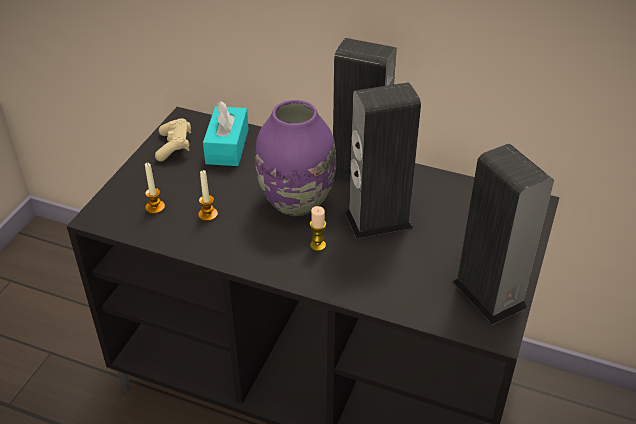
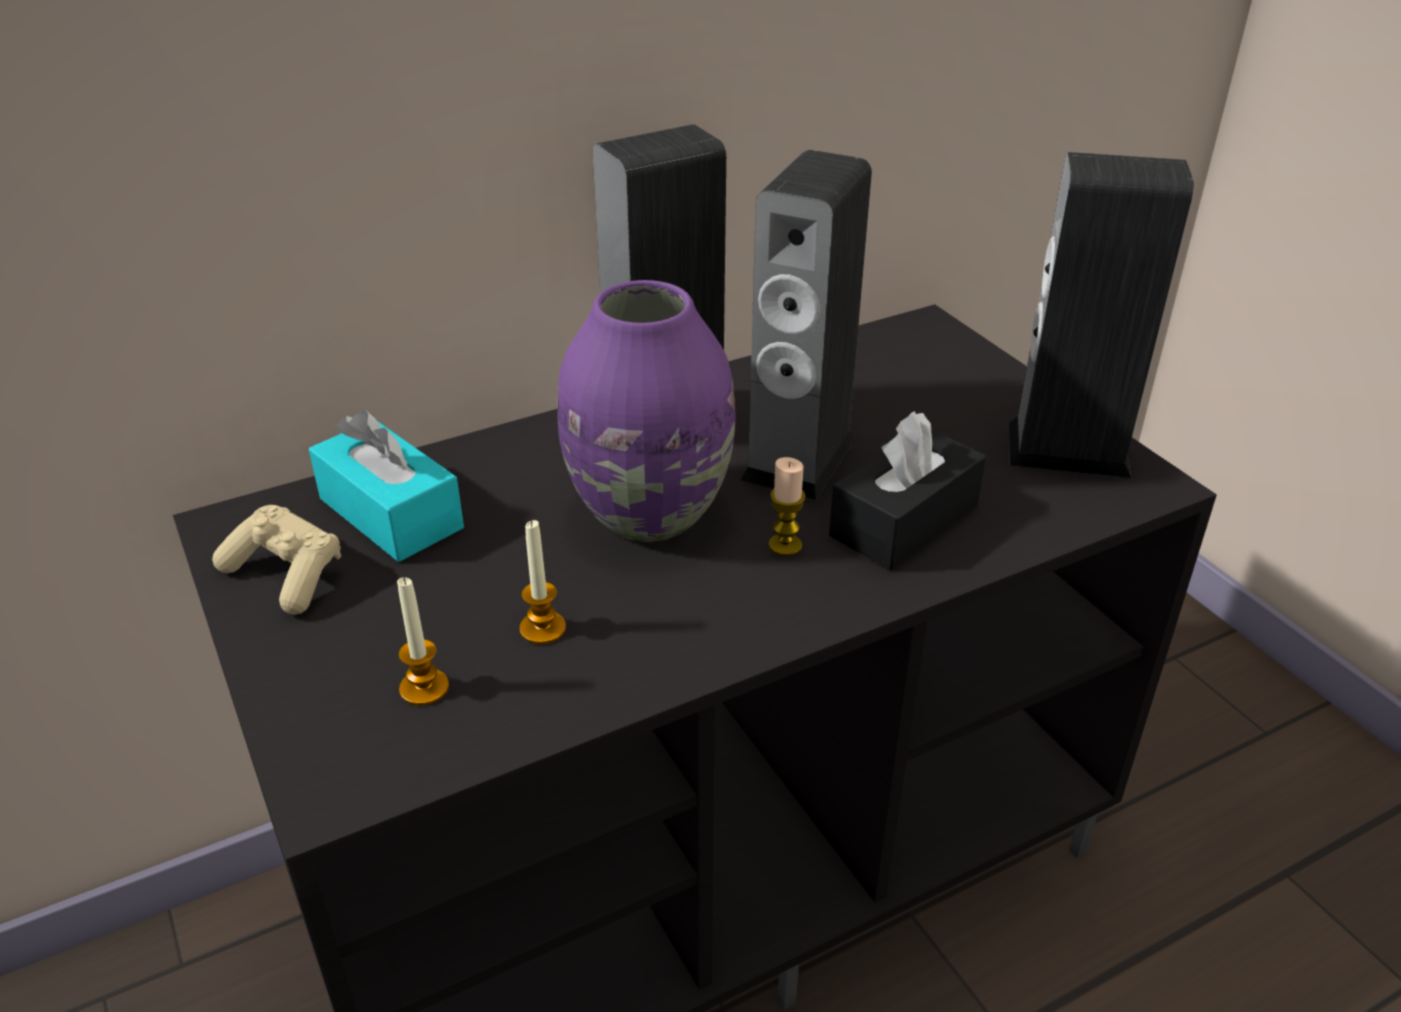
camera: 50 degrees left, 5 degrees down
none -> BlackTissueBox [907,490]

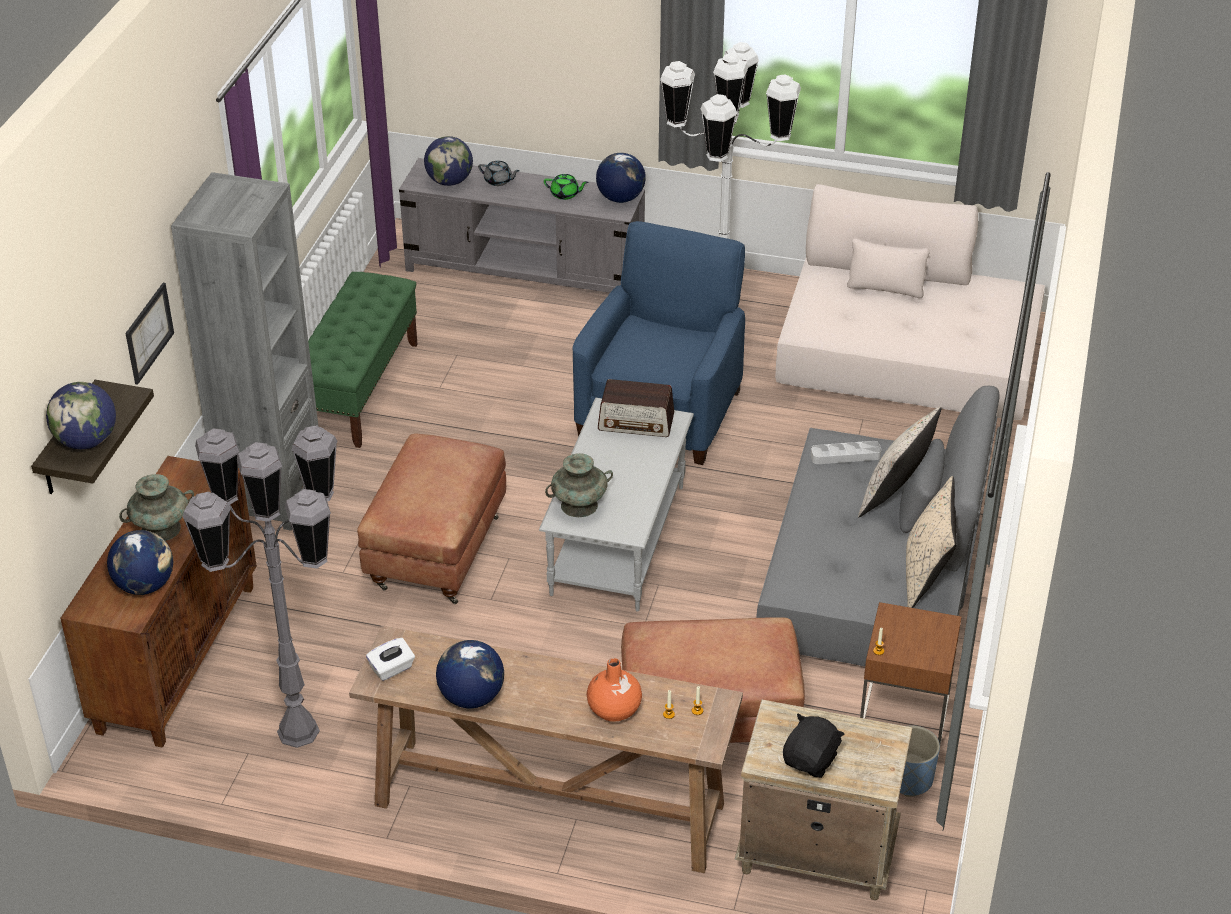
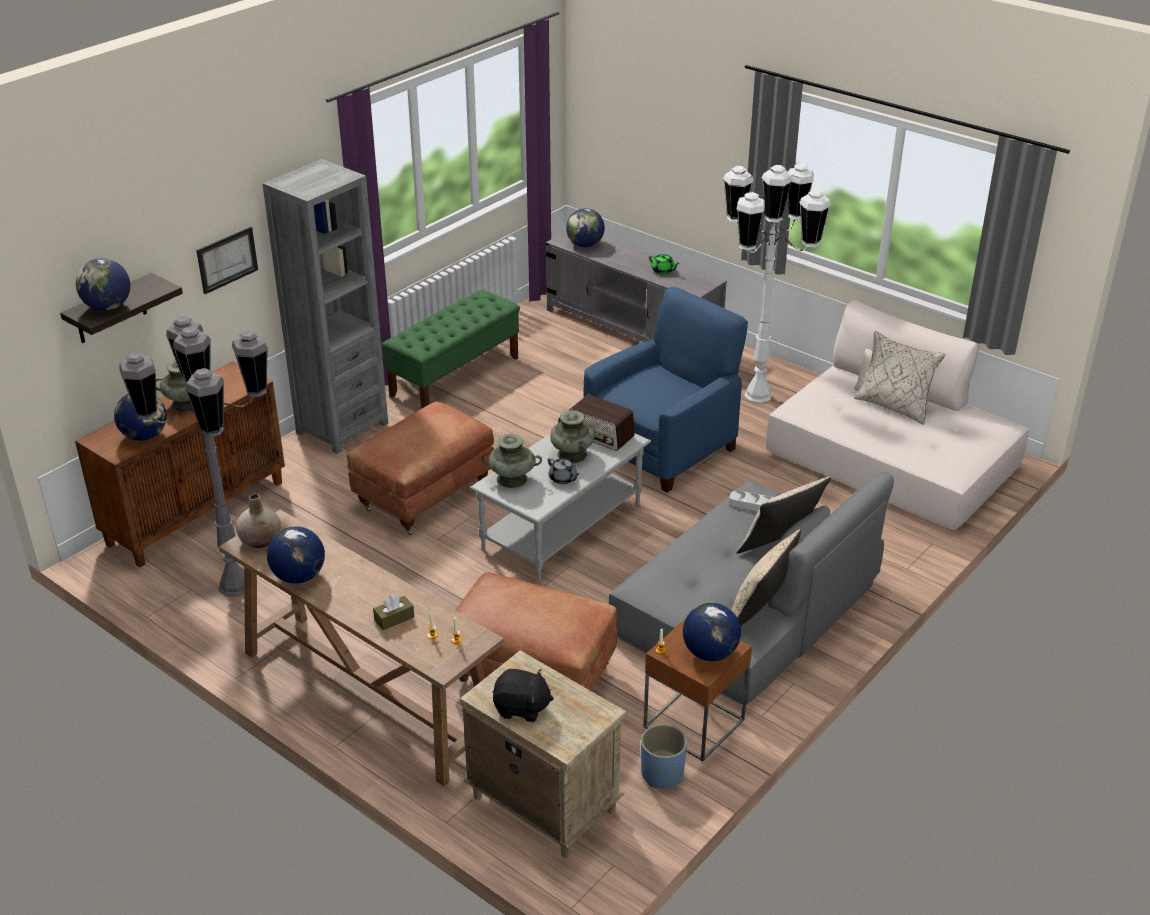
camera: 25 degrees right, 5 degrees down
Globe [621,178] -> Globe [712,632], relocated
GreyTeapot [499,173] -> GreyTeapot [564,471], relocated
WhiteTissueBox [390,659] -> BeigeVase [258,521]
OrangeVase [614,690] -> BrownTissueBox [393,612]
BlackPlushToy [813,746] -> BlackPlushToy [523,695], 45 degrees clockwise
none -> BeigePillow [899,378]
none -> TurquoiseVase [572,437]

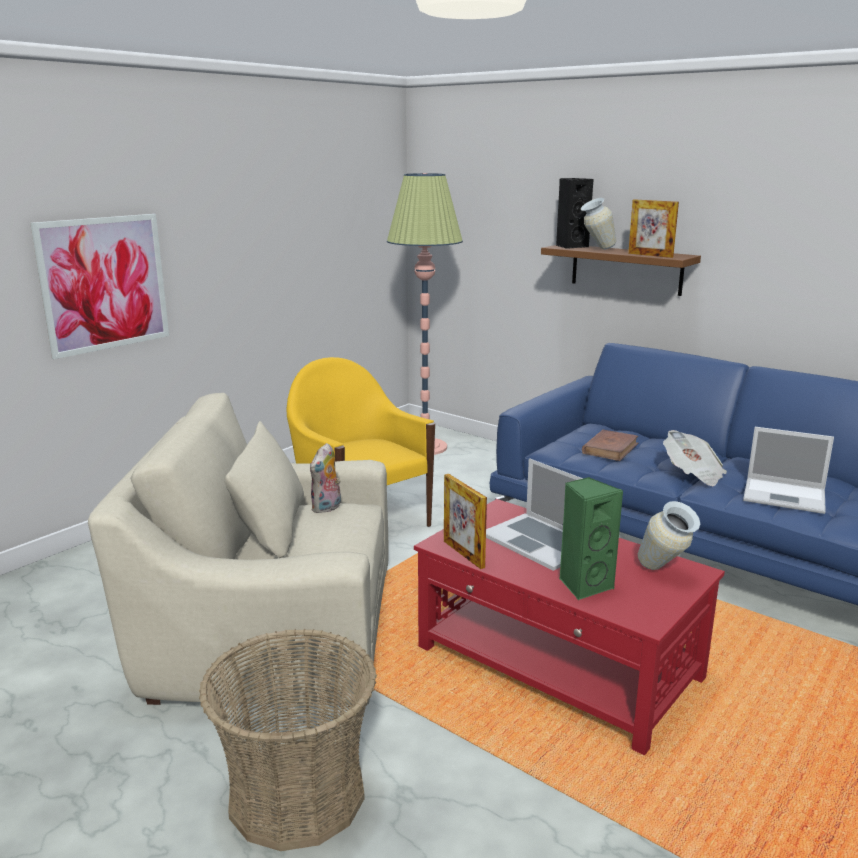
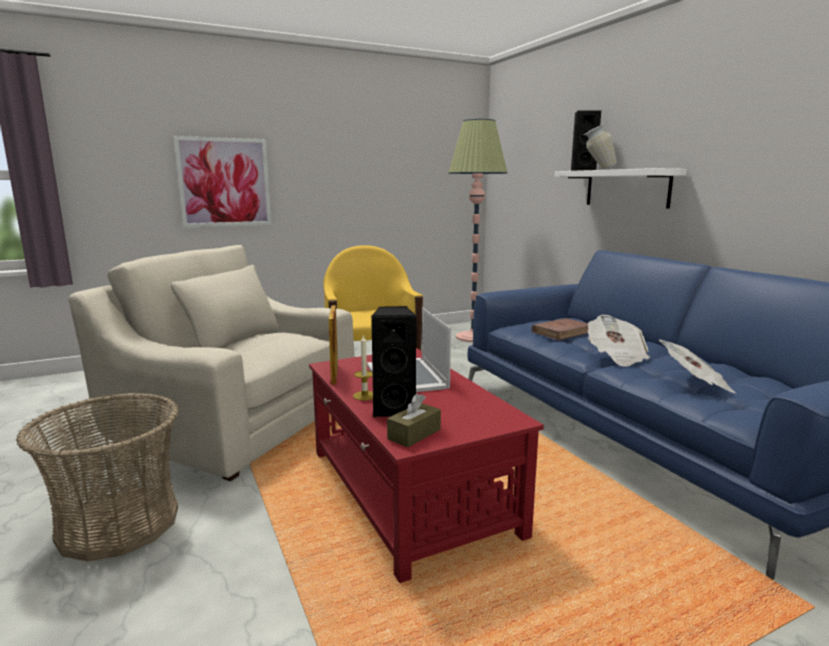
camera: 25 degrees right, 5 degrees down
PictureFrame [653,228] -> none
BrownShelf [621,270] -> WhiteShelf [620,188]
Laptop [788,470] -> Newspaper [697,366]
PlushToy [325,478] -> none
GreenSpeaker [591,538] -> BlackSpeaker [393,361]
Vase [669,535] -> none
none -> Candle [363,368]
none -> BrownTissueBox [414,420]

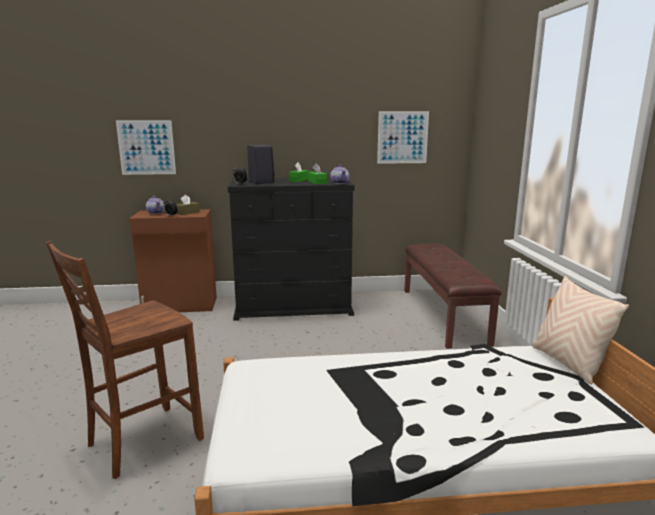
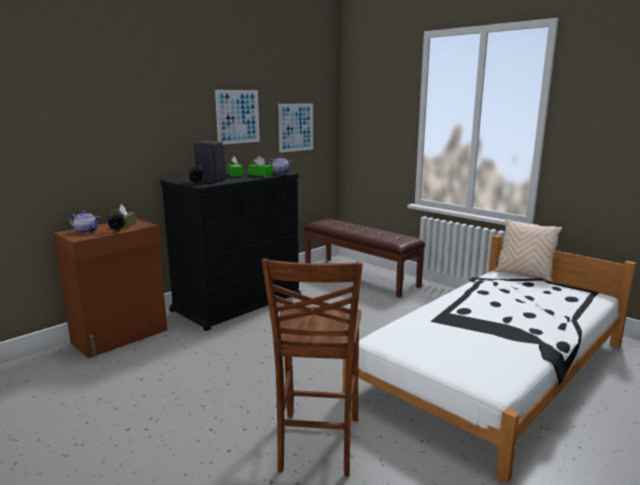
camera: 40 degrees left, 0 degrees up
Picture [146,147] -> Picture [237,117], relocated

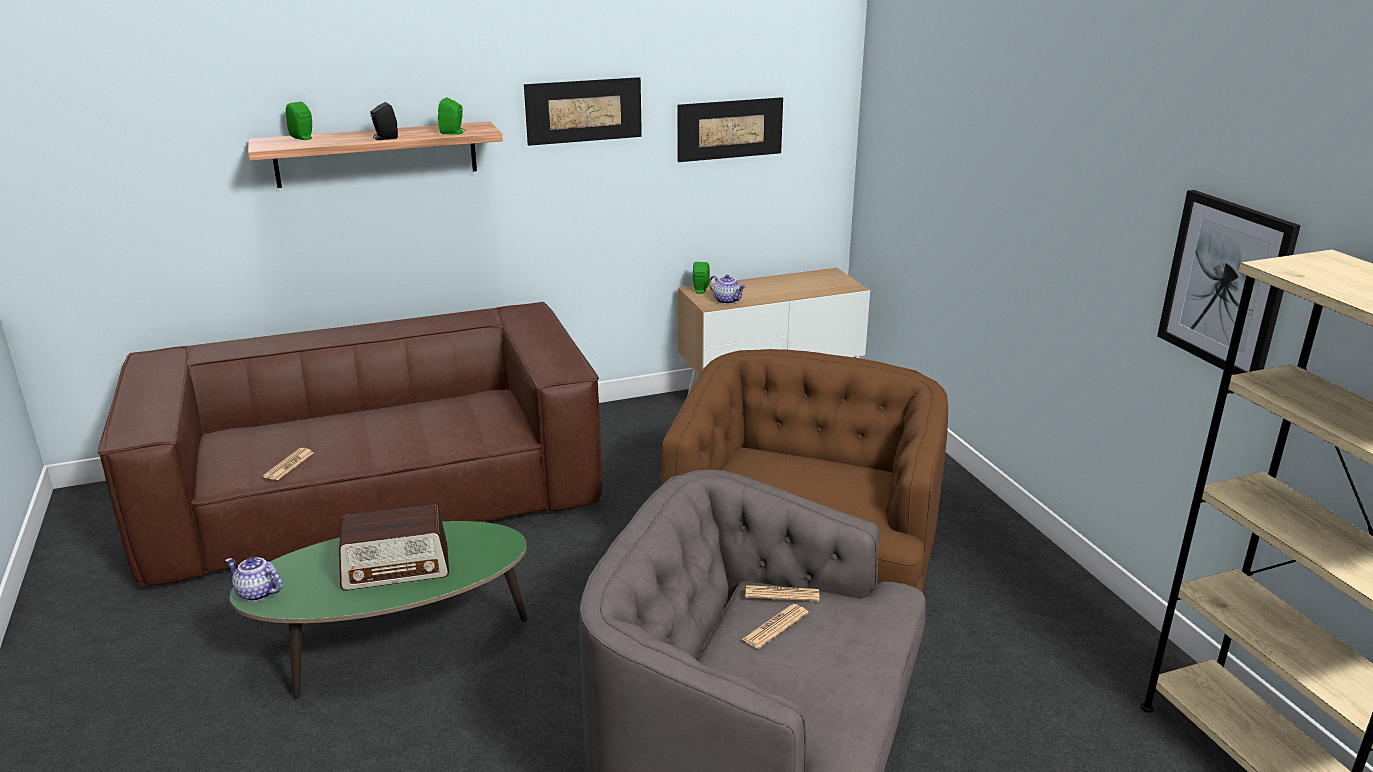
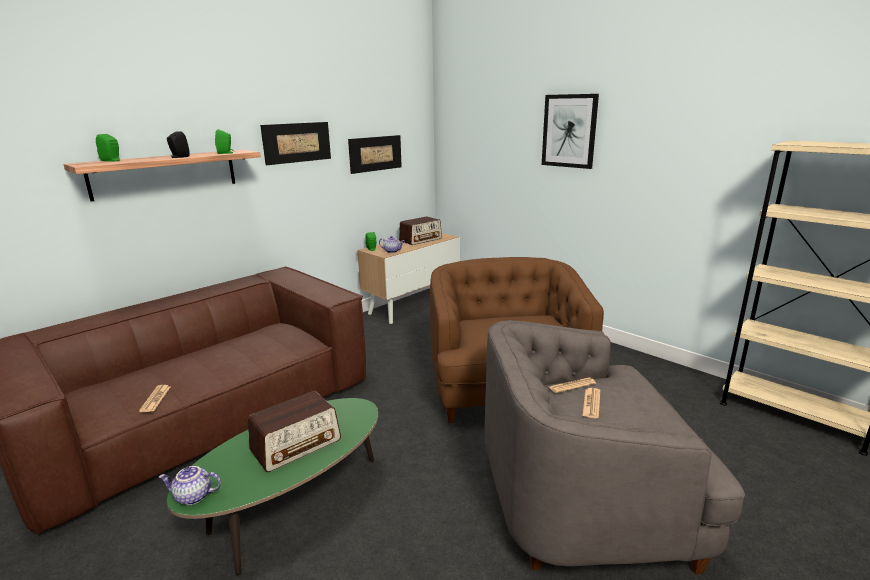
camera: 25 degrees left, 5 degrees down
Picture [1229,282] -> Picture [570,131], relocated
none -> Radio [420,230]

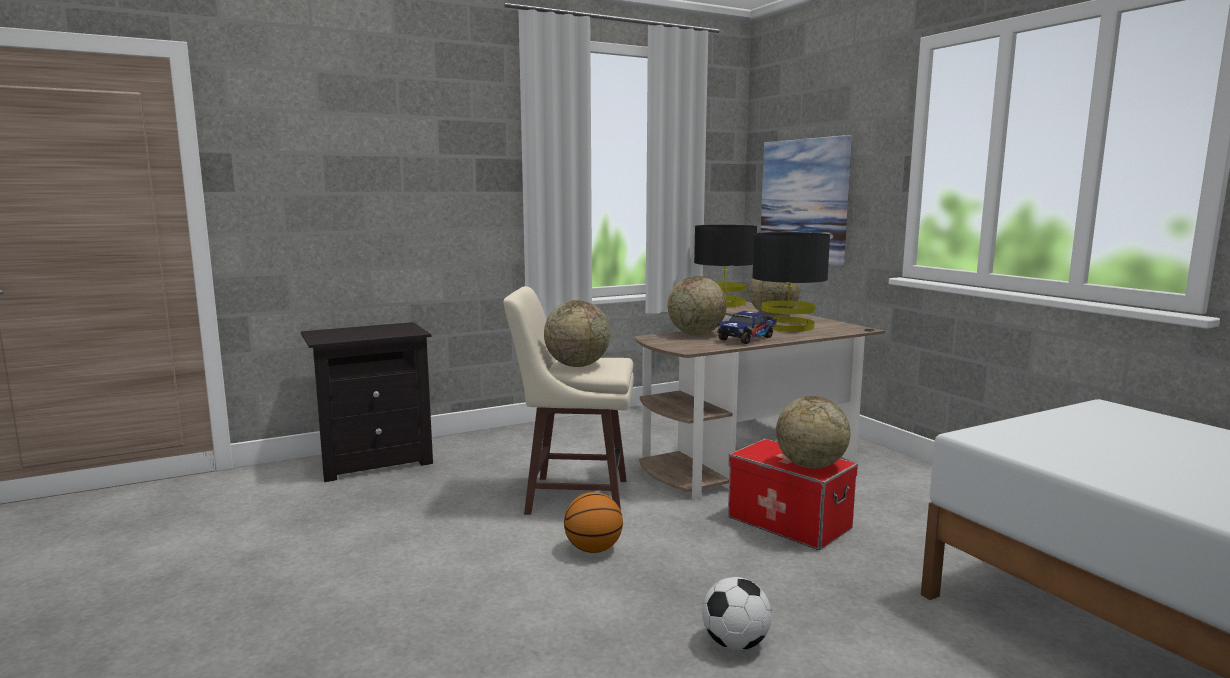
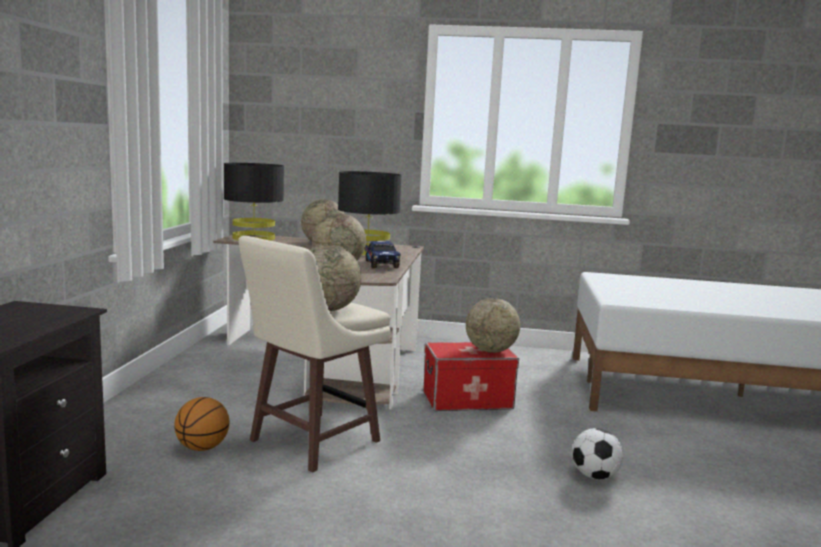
camera: 55 degrees left, 0 degrees up
Picture [806,200] -> none
Basketball [593,522] -> Basketball [201,424], relocated

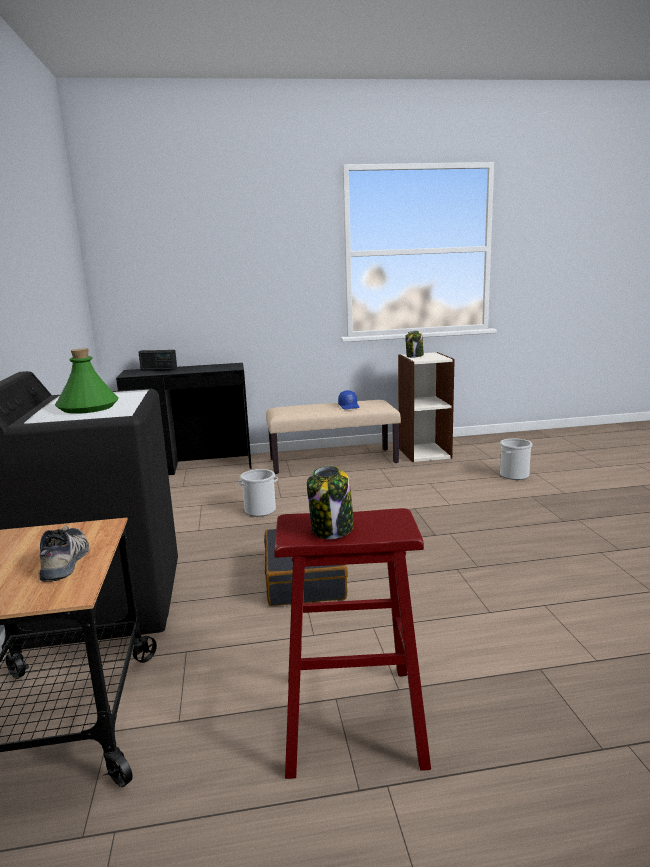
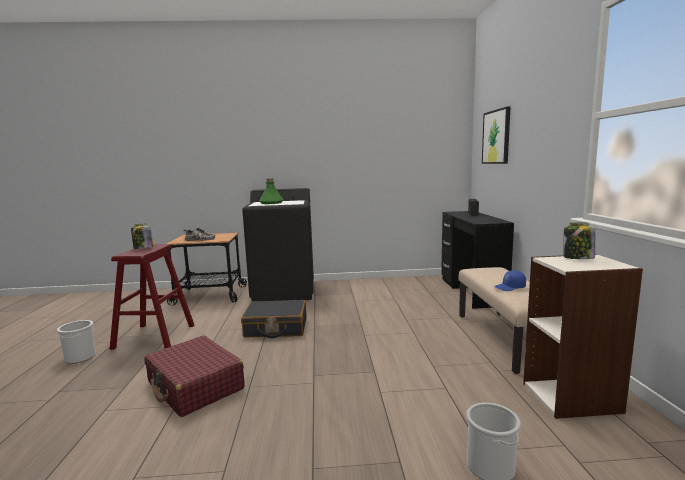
camera: 95 degrees right, 5 degrees down
Bucket [258,493] -> Bucket [76,342], relocated
none -> Picture [496,135]
none -> RedSuitcase [194,376]

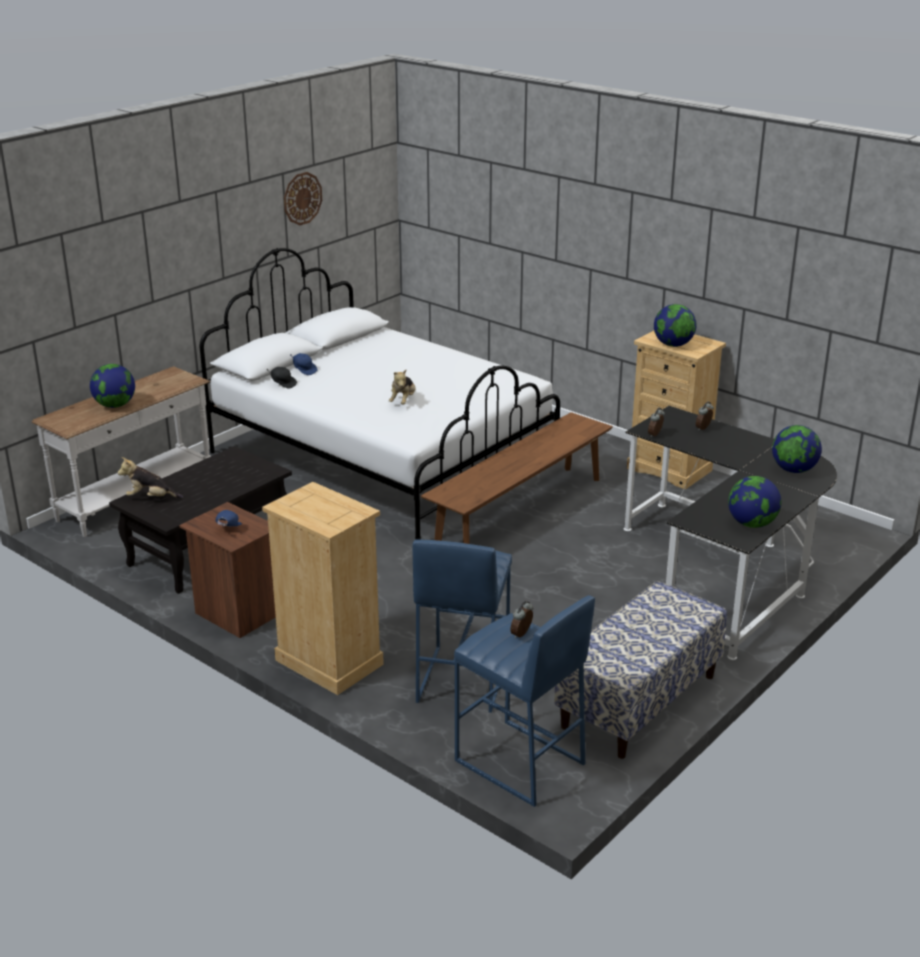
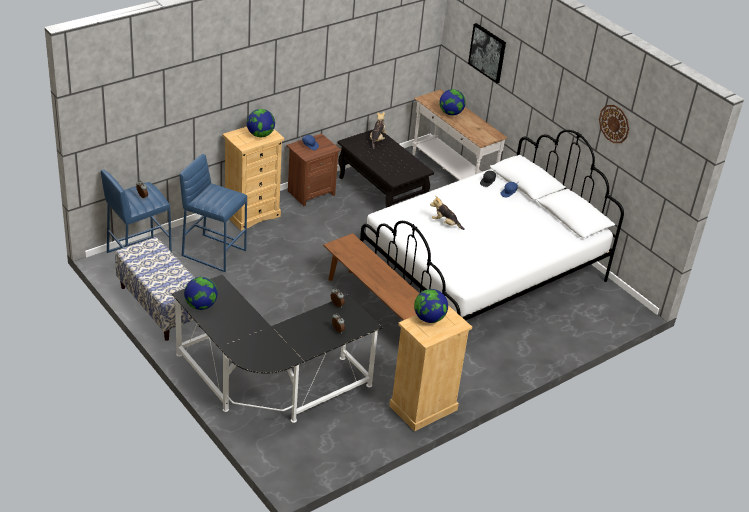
camera: 100 degrees right, 10 degrees up
Globe [797,449] -> Globe [261,123], relocated
none -> Picture [487,53]

